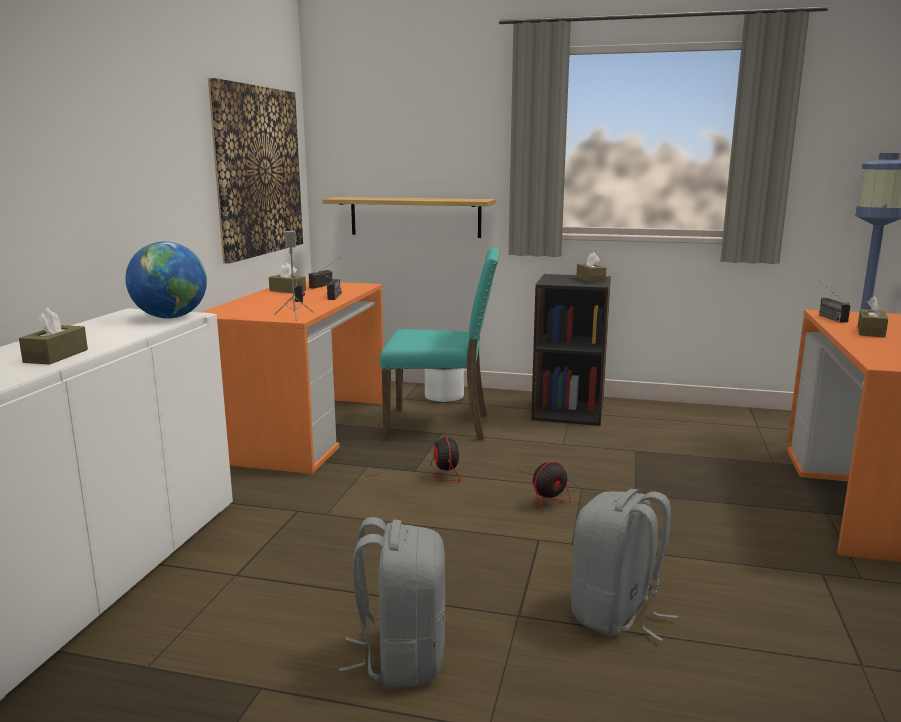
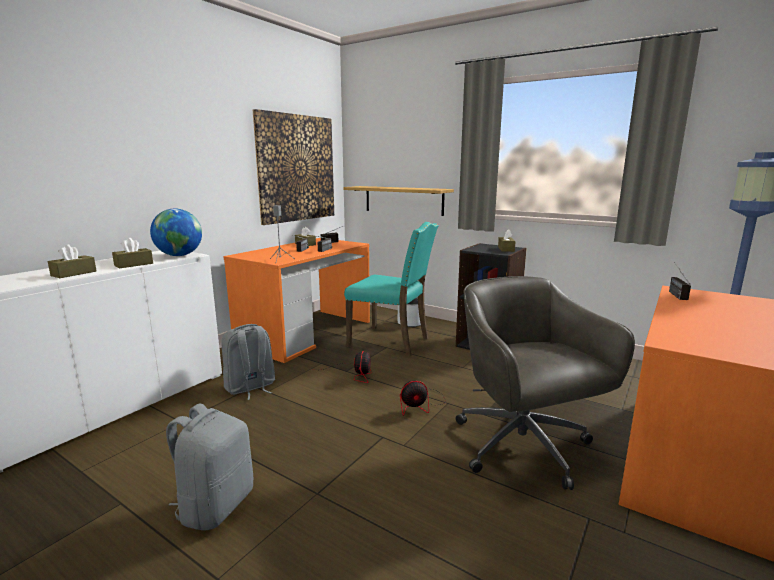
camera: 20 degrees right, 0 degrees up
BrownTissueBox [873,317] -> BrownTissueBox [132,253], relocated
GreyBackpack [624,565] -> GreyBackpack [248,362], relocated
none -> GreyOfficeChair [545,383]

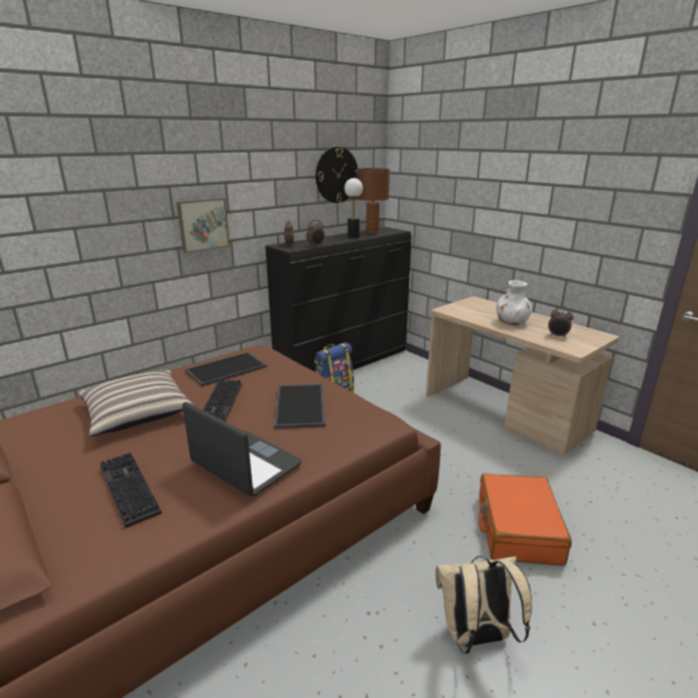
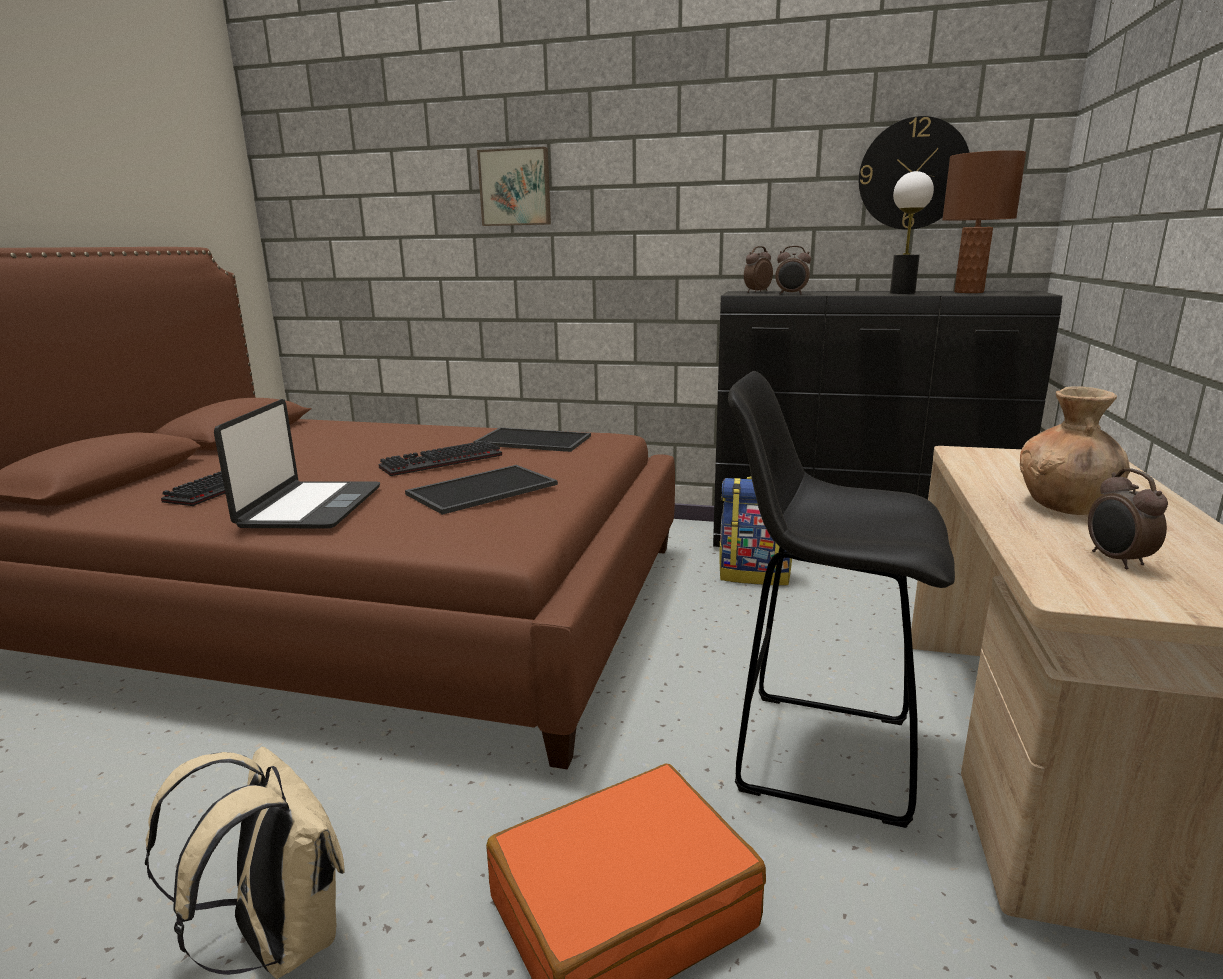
camera: 55 degrees right, 5 degrees down
Picture [203,225] -> Picture [514,186], relocated
WhiteVase [514,302] -> BrownVase [1075,450]
Pillow [135,403] -> none
none -> BlackStool [841,599]

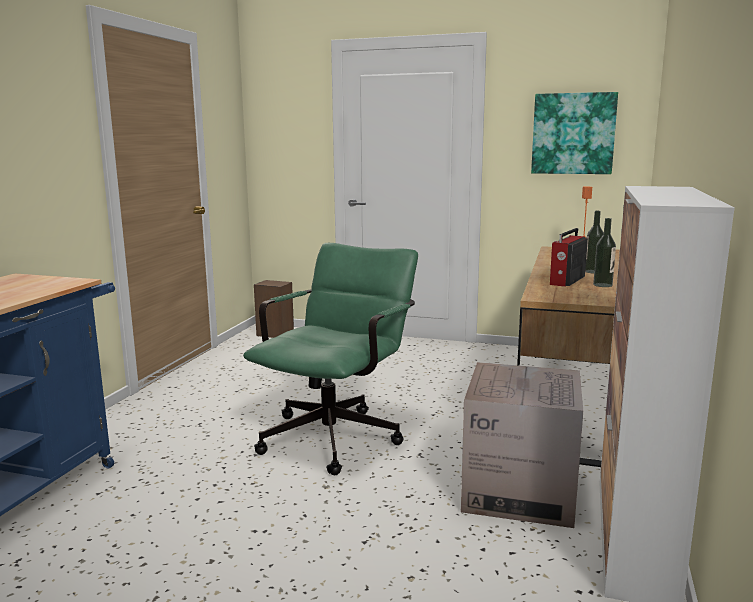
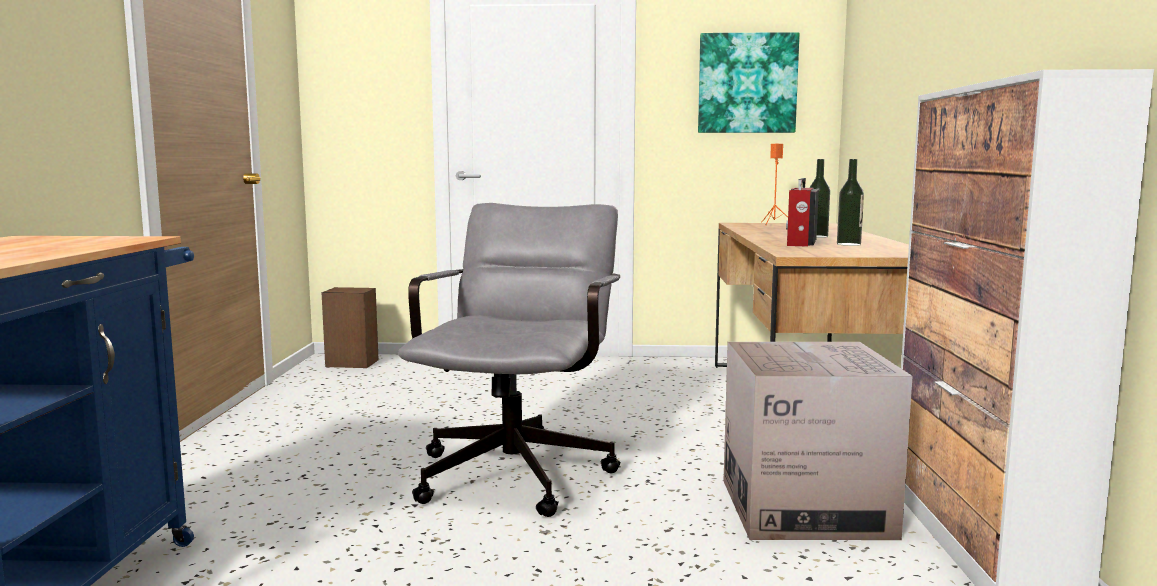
camera: 15 degrees left, 5 degrees down
GreenOfficeChair [330,359] -> GreyOfficeChair [509,360]

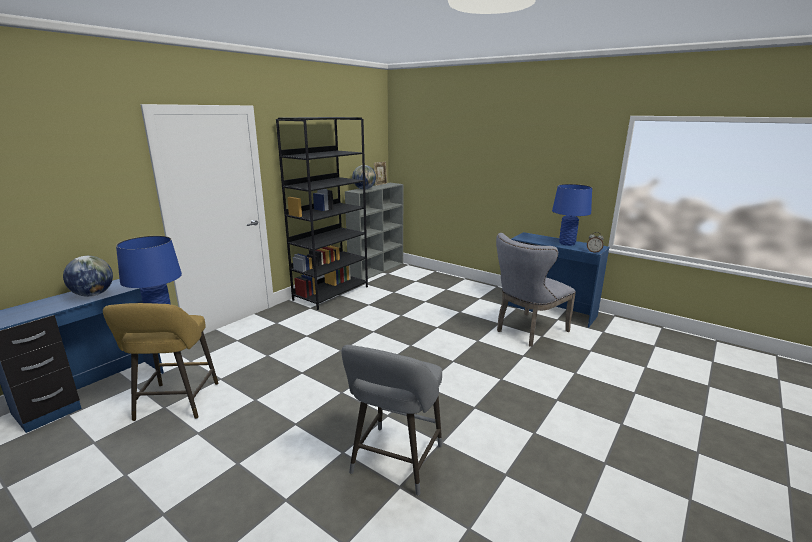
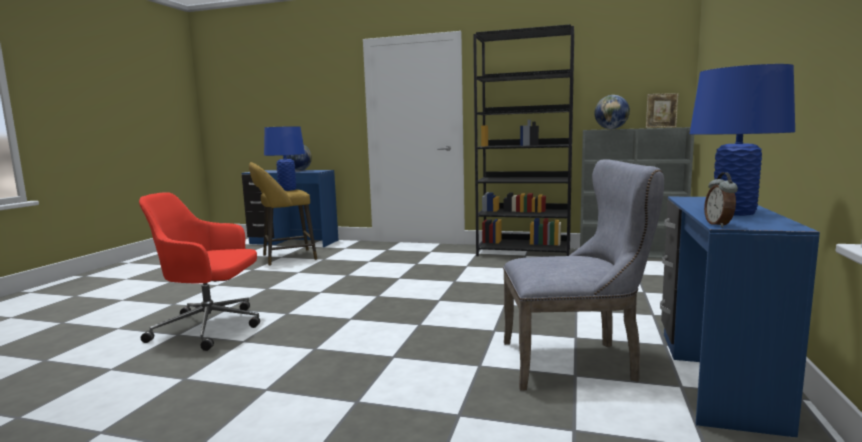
camera: 70 degrees right, 10 degrees down
GreyChair [536,290] -> GreyChair [583,274], 150 degrees clockwise
GreyStool [392,420] -> RedOfficeChair [199,271]

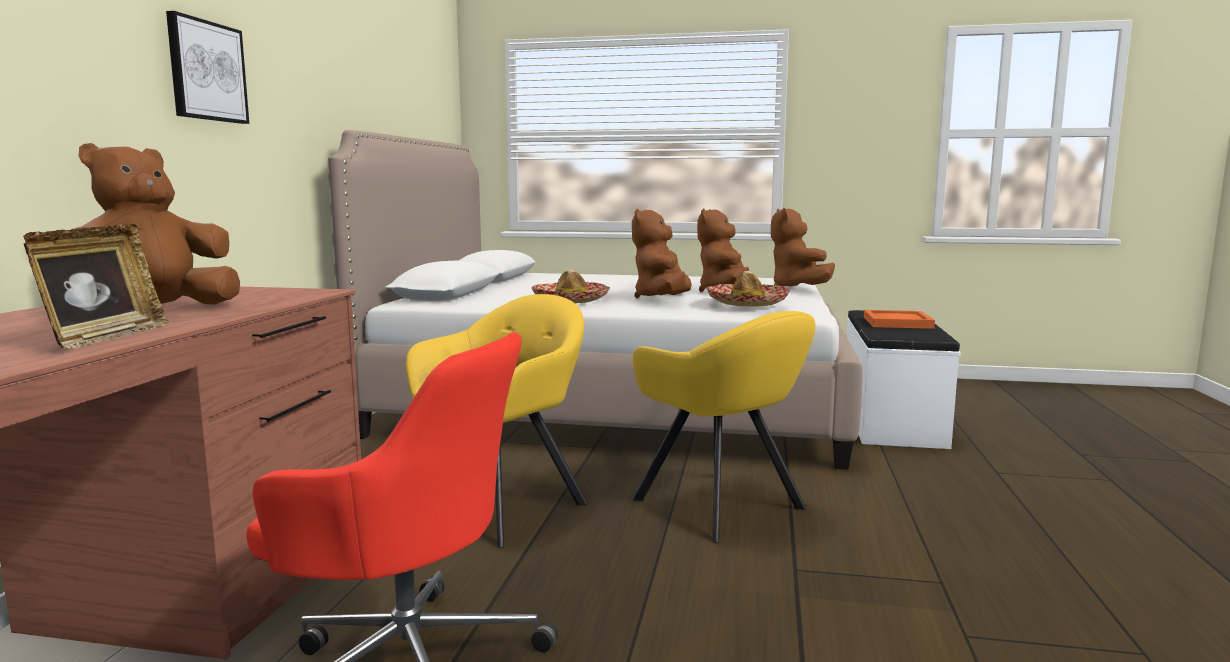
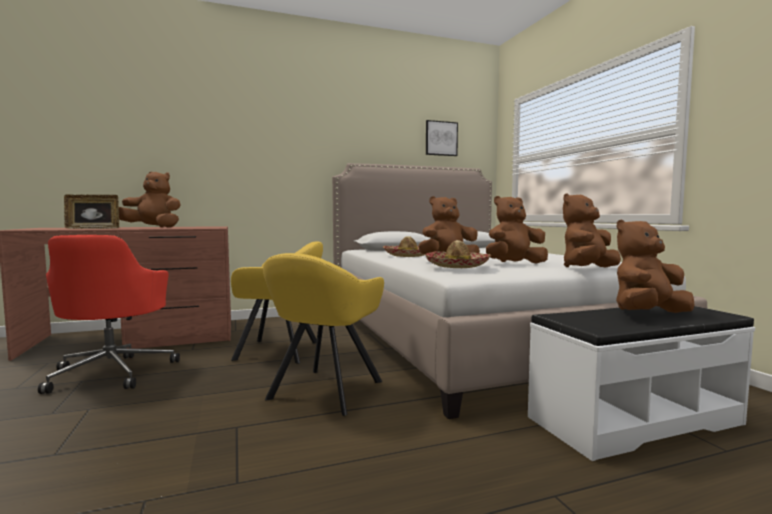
camera: 60 degrees right, 5 degrees down
Picture [207,67] -> Picture [442,138], relocated
OrangeTray [899,319] -> BrownPlushToy [655,266]

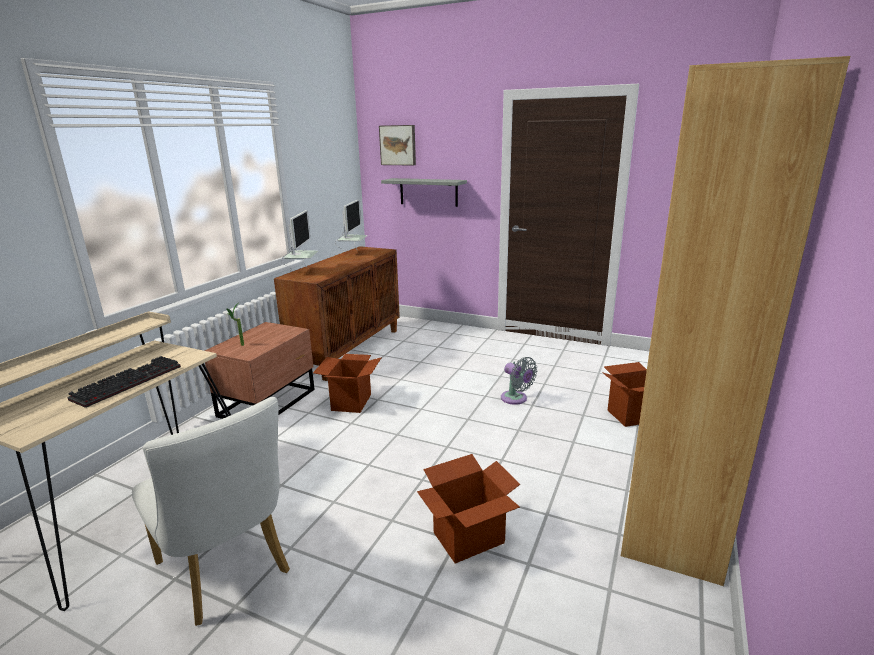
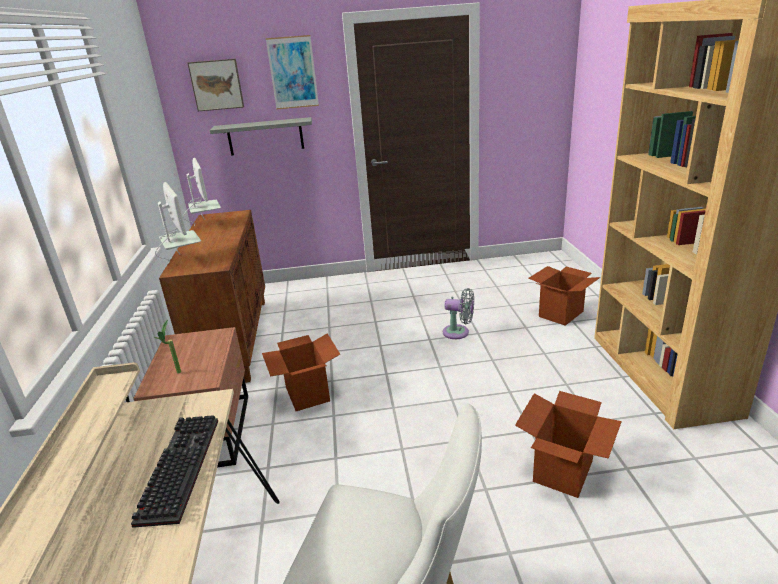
camera: 30 degrees left, 5 degrees up
none -> Picture [292,72]

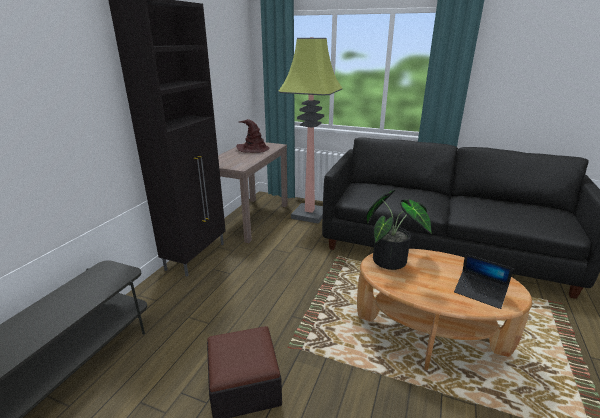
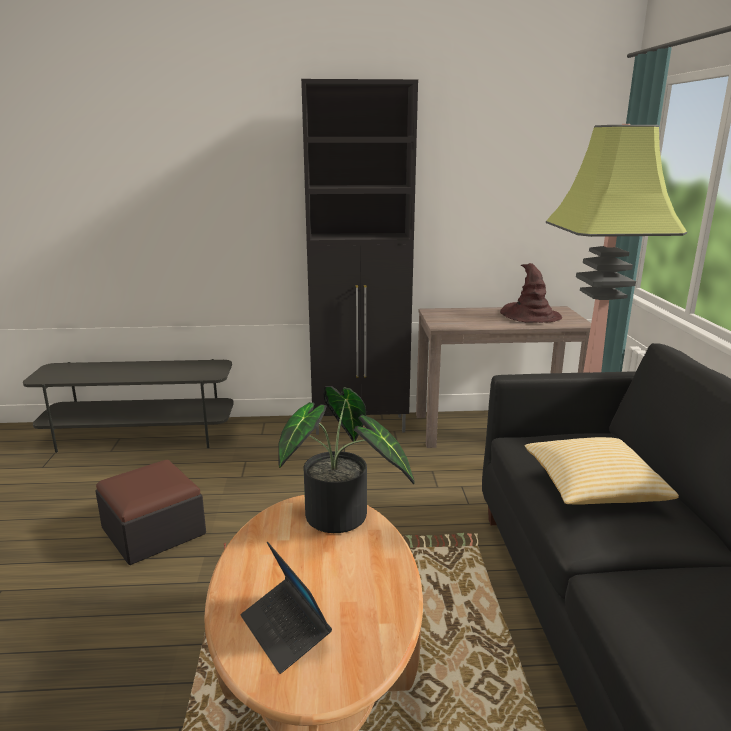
camera: 65 degrees right, 5 degrees down
Laptop [483,281] -> Laptop [286,608], 45 degrees counterclockwise
none -> Pillow [602,471]

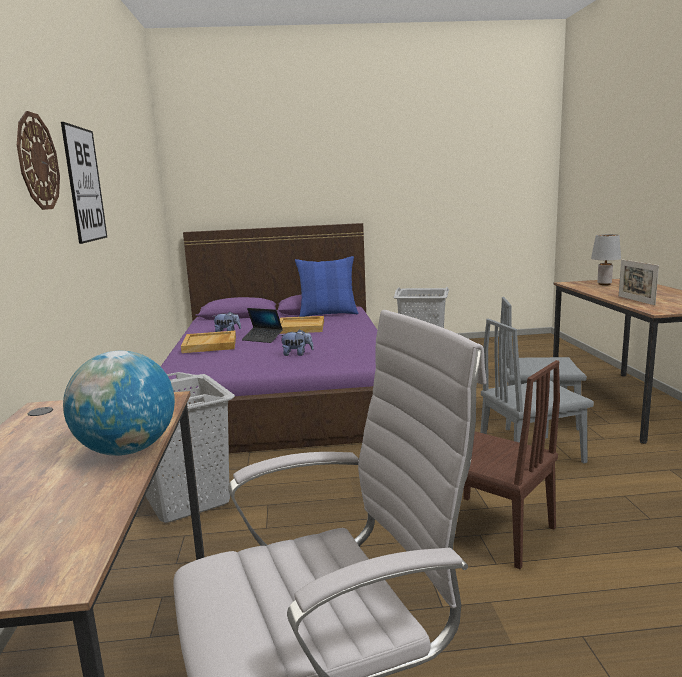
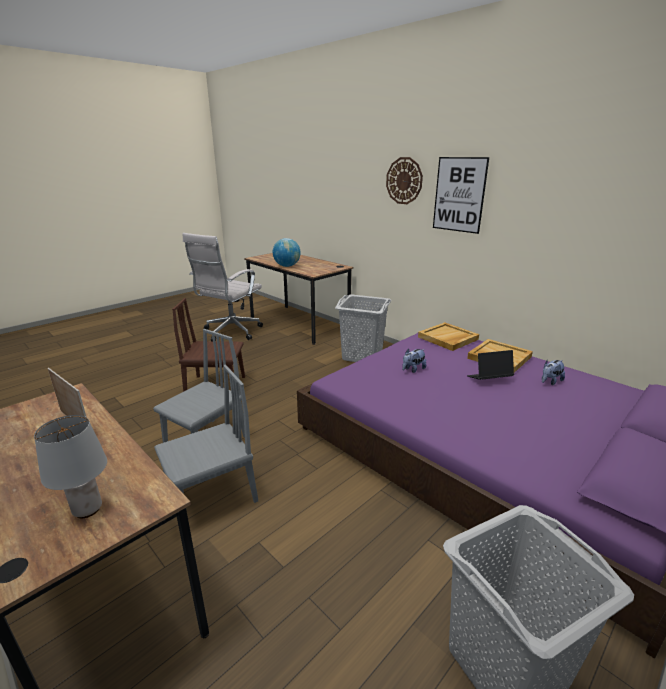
camera: 140 degrees right, 10 degrees up
BluePillow [326,286] -> none
BeigeTray [302,325] -> BeigeTray [448,336], relocated

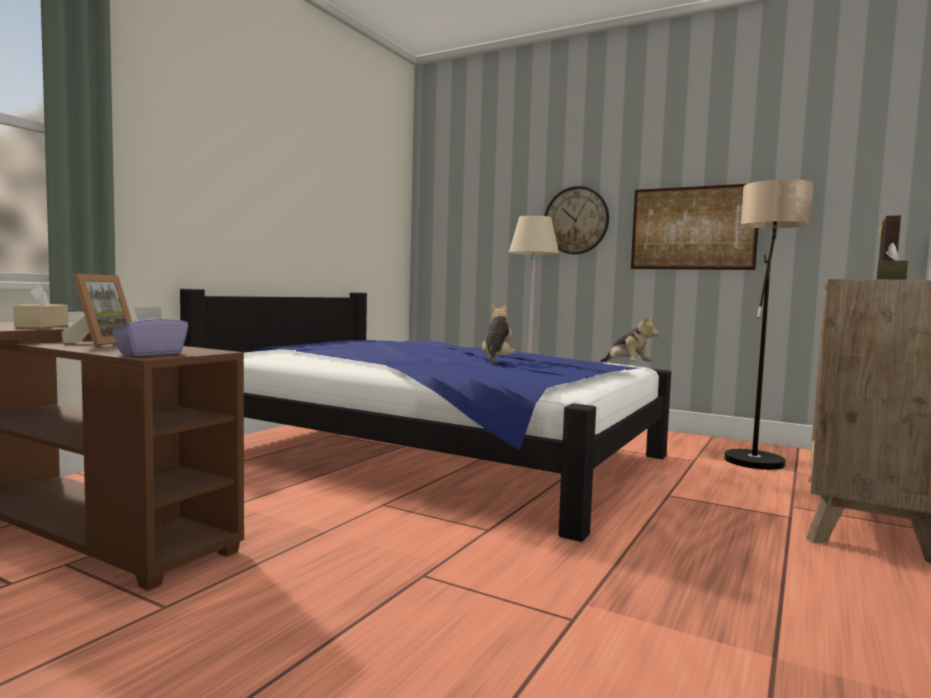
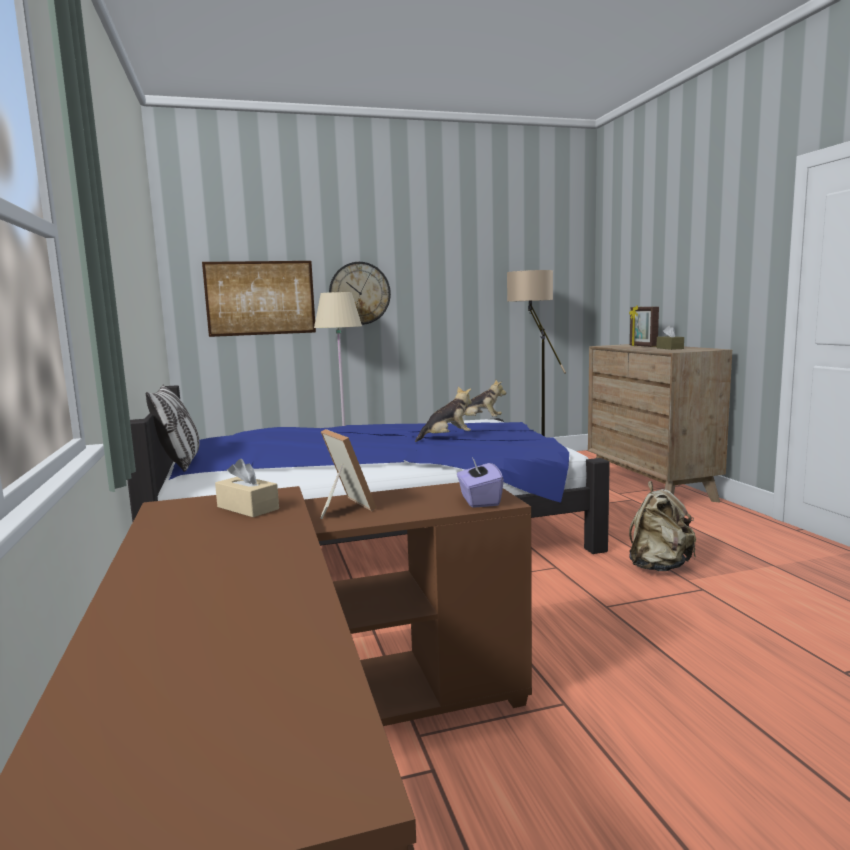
camera: 45 degrees left, 5 degrees up
Picture [695,227] -> Picture [259,299], relocated
PlushToy [499,335] -> PlushToy [443,414], 105 degrees clockwise
none -> Pillow [172,428]
none -> BeigeBackpack [662,526]

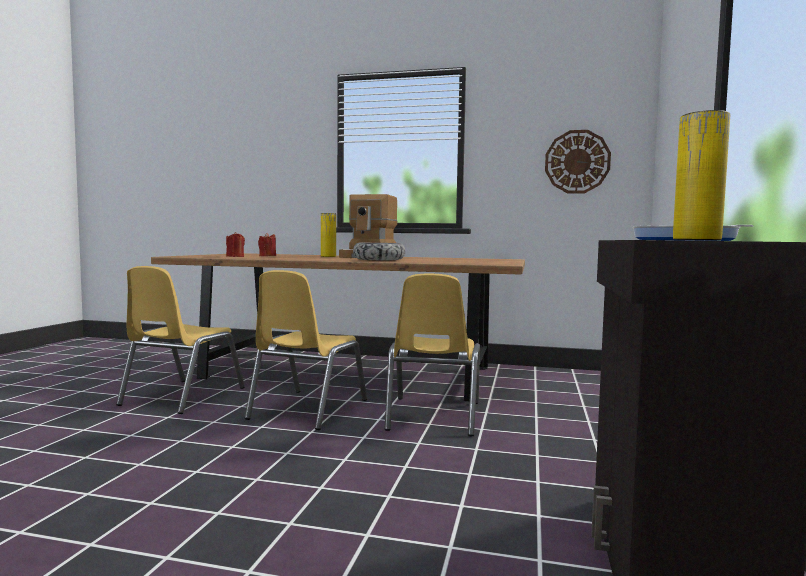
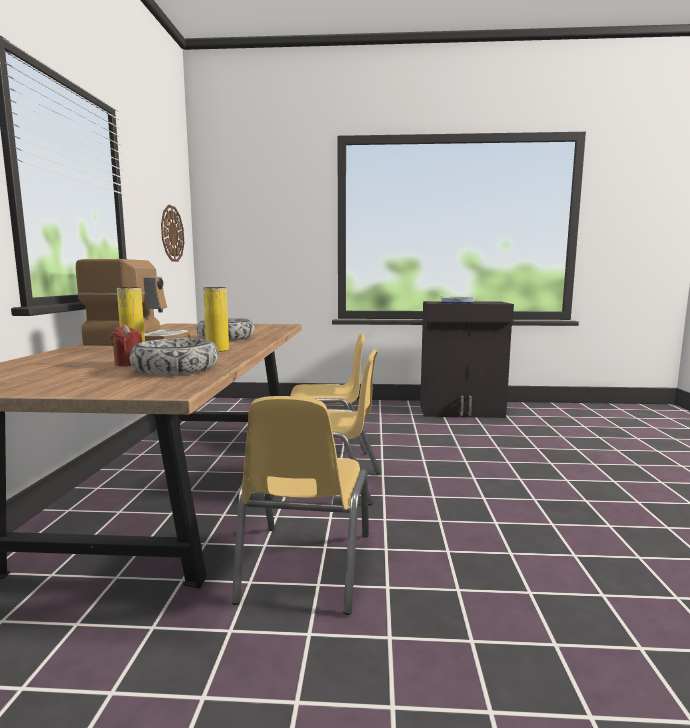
camera: 100 degrees left, 5 degrees up
YellowVase [701,175] -> YellowVase [216,319], relocated
RedCandle [235,244] -> Bowl [174,356]
YellowChair [180,340] -> YellowChair [300,505], 90 degrees clockwise

